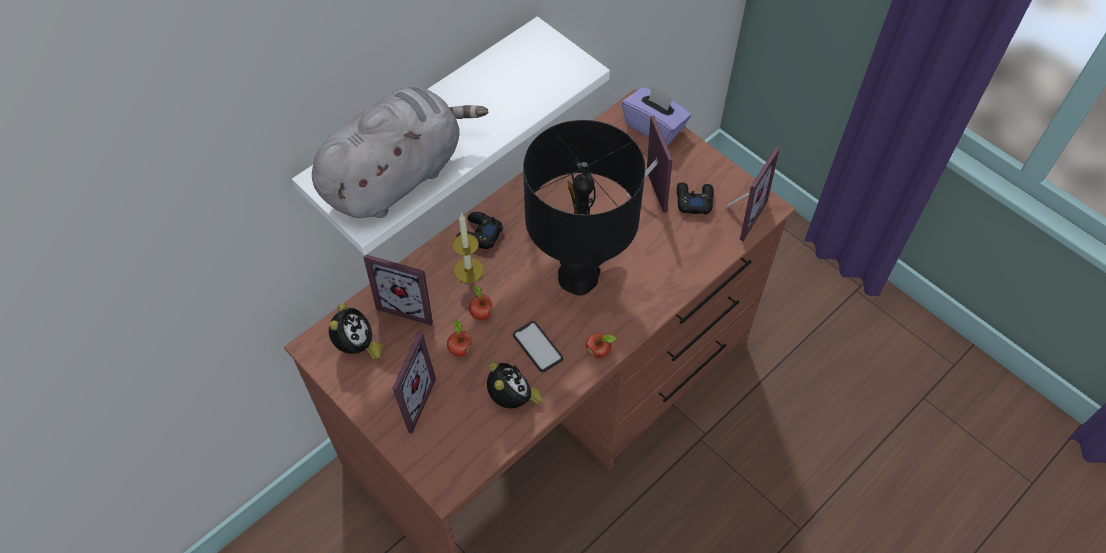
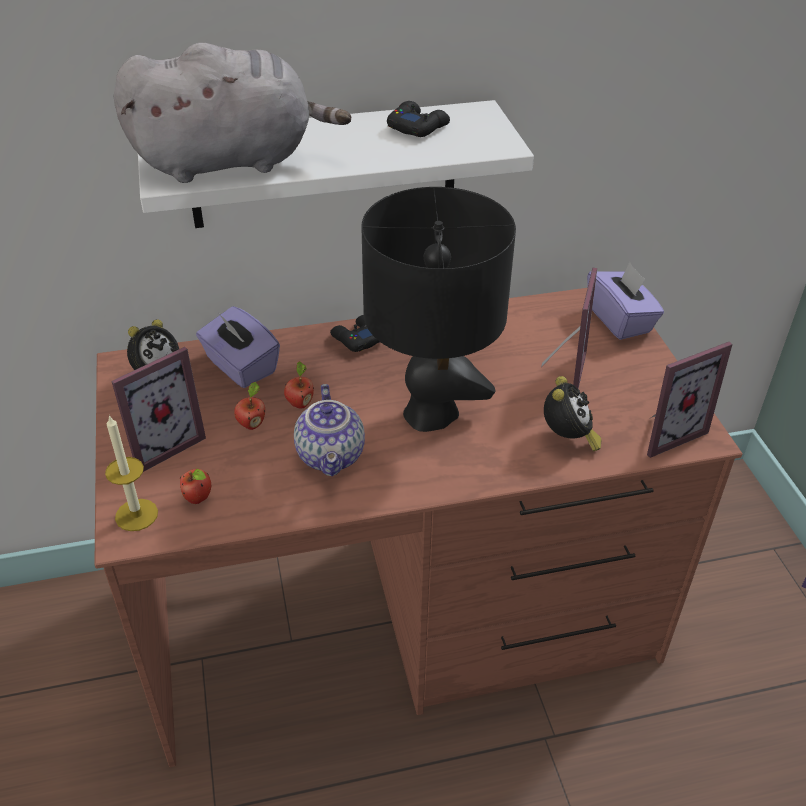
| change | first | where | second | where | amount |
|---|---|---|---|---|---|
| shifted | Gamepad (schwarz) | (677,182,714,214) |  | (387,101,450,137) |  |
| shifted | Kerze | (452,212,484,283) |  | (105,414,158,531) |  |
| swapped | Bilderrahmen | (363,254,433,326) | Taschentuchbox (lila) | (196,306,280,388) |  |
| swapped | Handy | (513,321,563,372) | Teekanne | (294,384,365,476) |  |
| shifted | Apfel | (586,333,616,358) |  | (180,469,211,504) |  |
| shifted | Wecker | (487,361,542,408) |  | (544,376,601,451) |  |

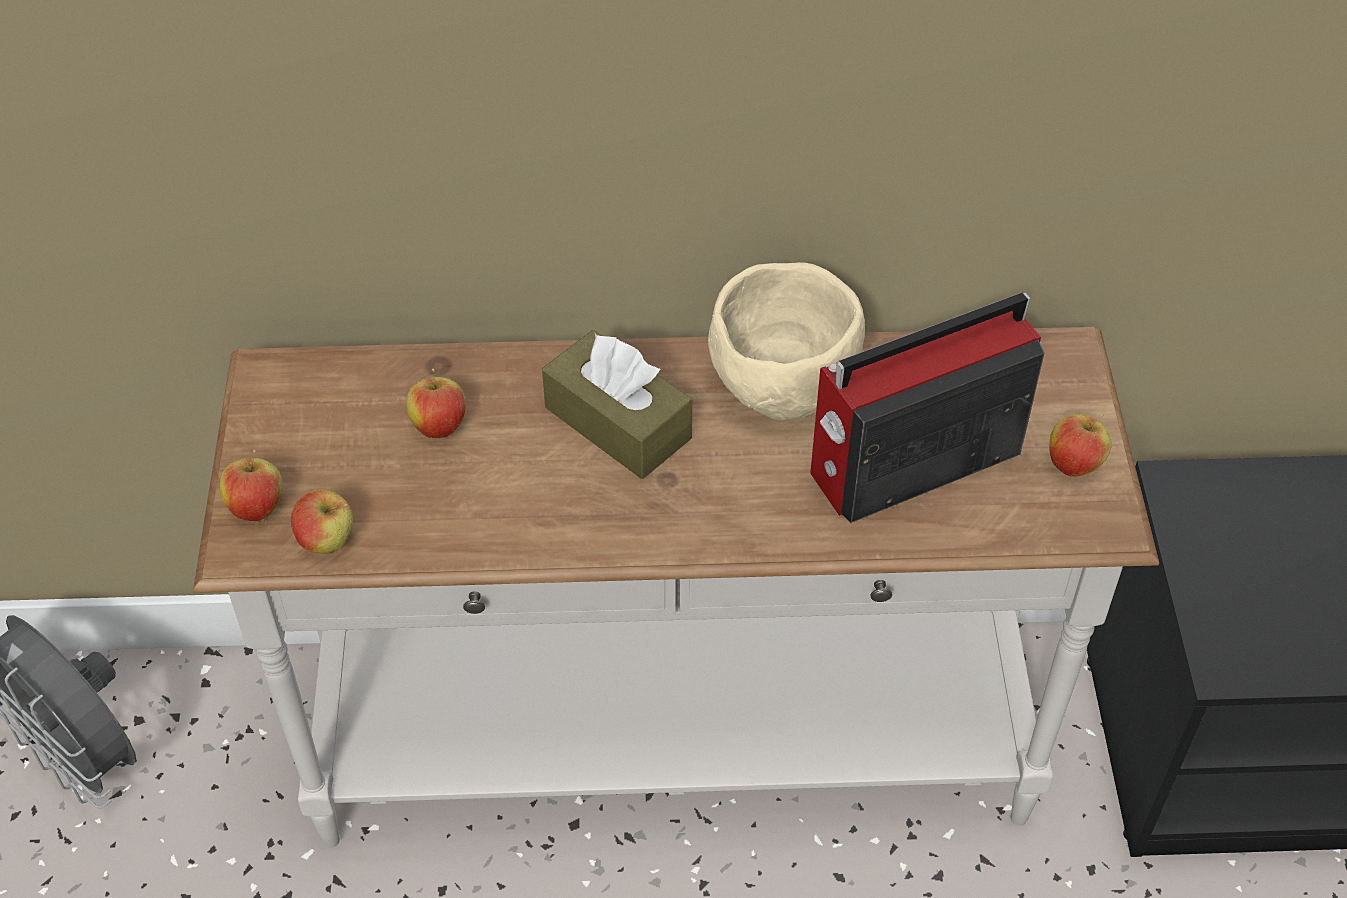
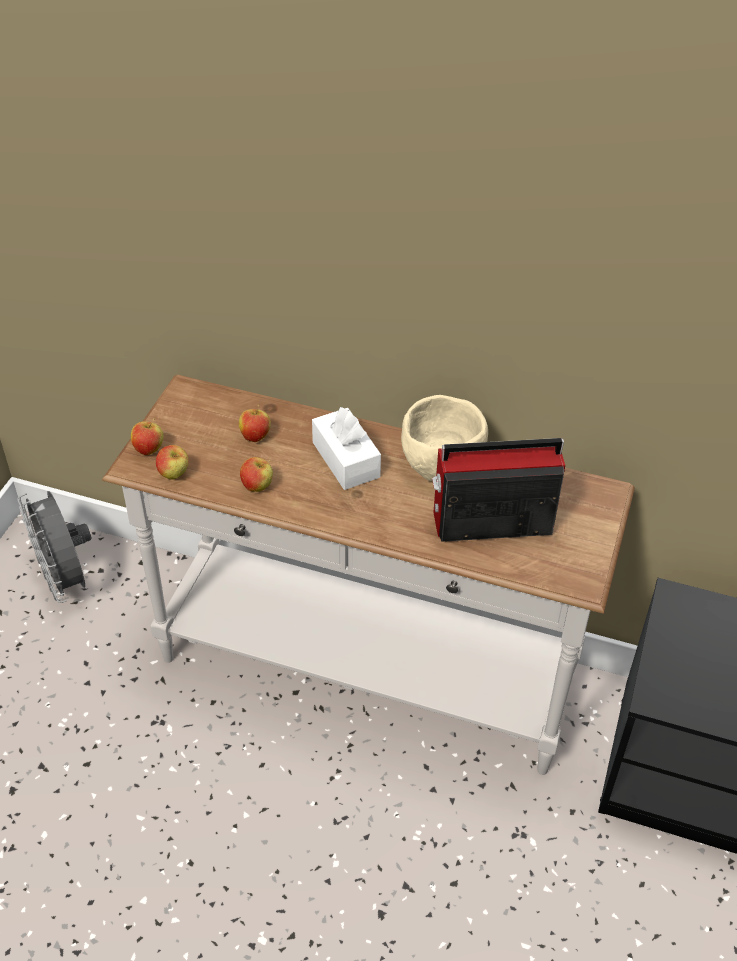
| change | first | where | second | where | amount |
|---|---|---|---|---|---|
| repainted | Taschentuchbox (braun) | (542,330,692,479) | Taschentuchbox (weiß) | (312,407,381,490) |  |
| shifted | Apfel | (1049,414,1112,477) |  | (240,457,273,492) |  |

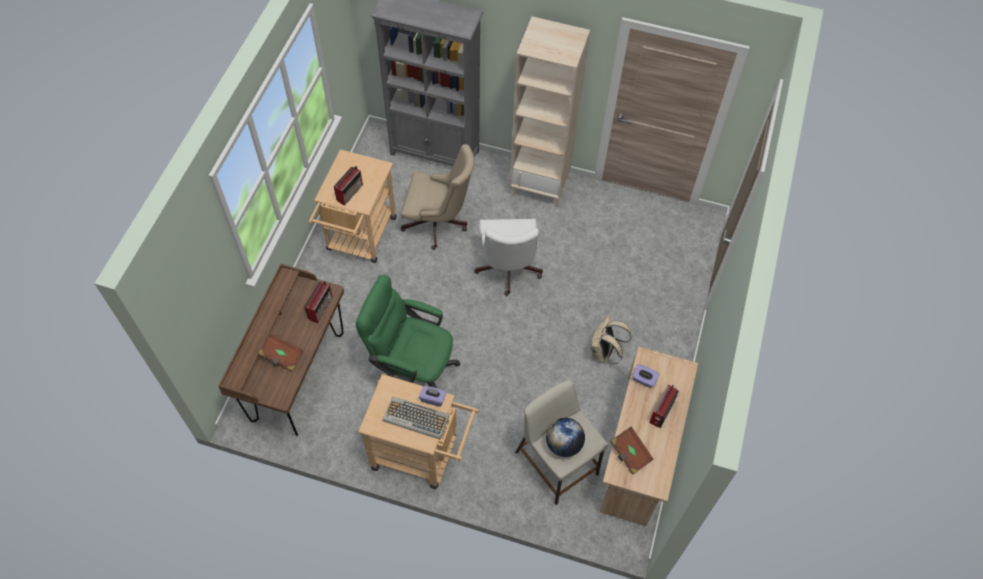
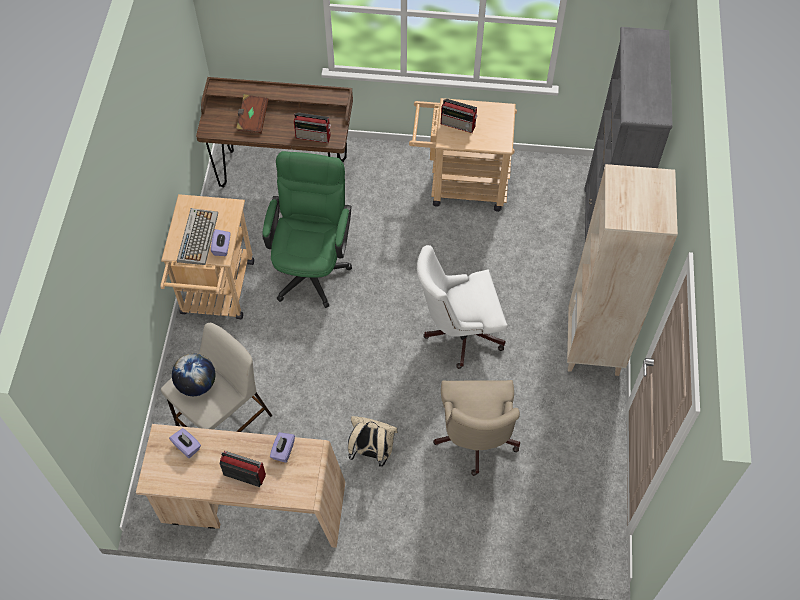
| change | first | where | second | where | amount |
|---|---|---|---|---|---|
| shifted | Bürostuhl (beige) | (401,144,475,250) |  | (433,380,520,476) |  |
| swapped | Buch (braun) | (610,426,654,474) | Taschentuchbox (lila) | (169,428,201,458) |  |

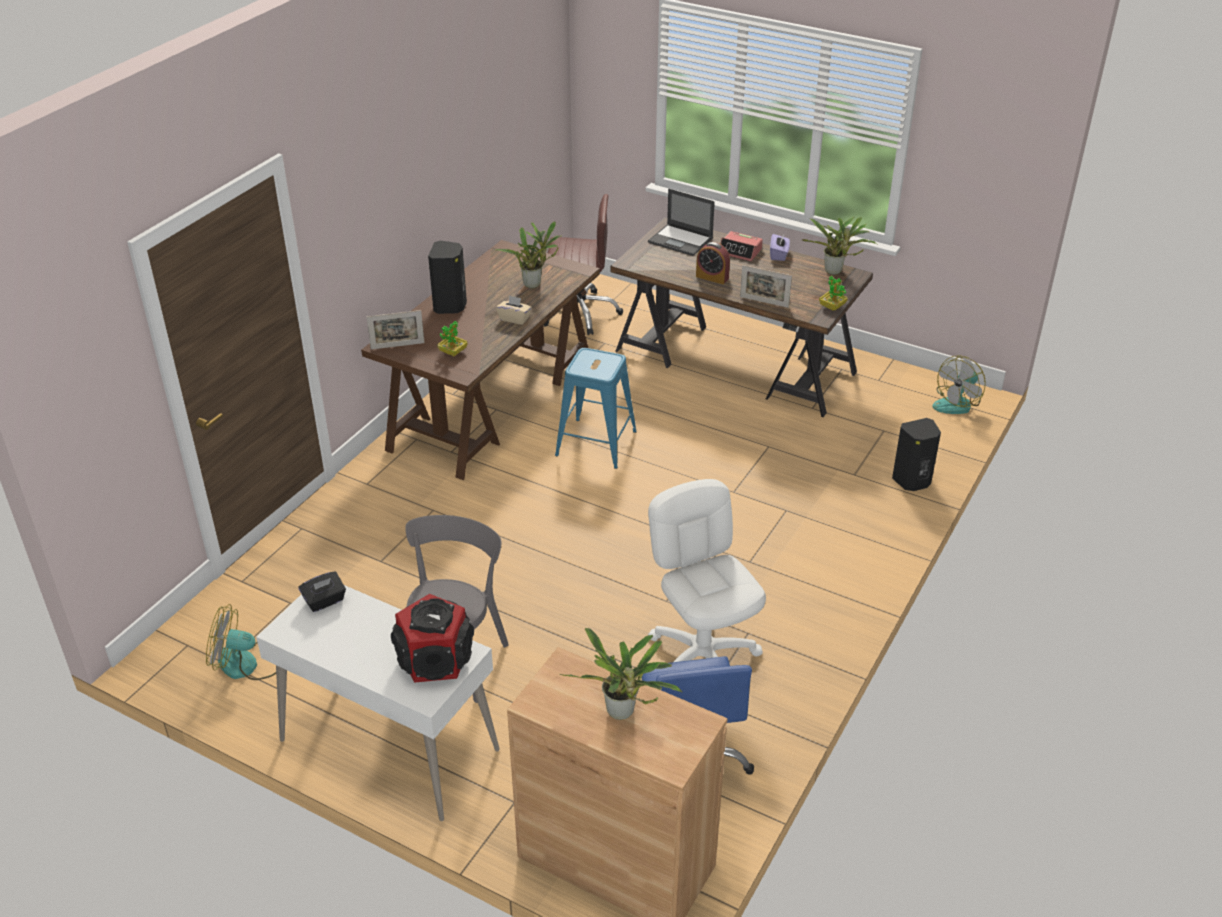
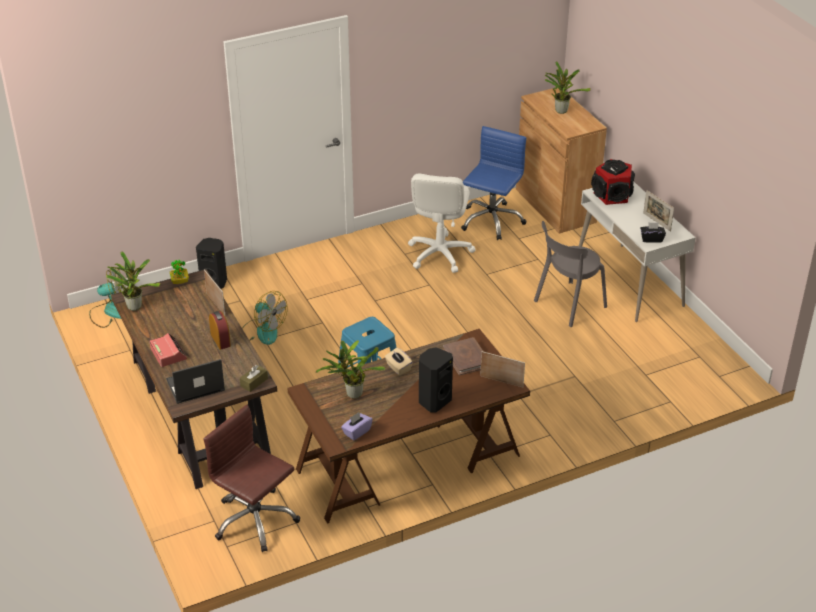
| change | first | where | second | where | amount |
|---|---|---|---|---|---|
| rotated | Laptop | (648,189,715,256) |  | (166,359,225,404) | 90 degrees counterclockwise |
| shifted | Taschentuchbox (lila) | (770,234,790,261) |  | (341,412,373,441) |  |
| swapped | Topfpflanze | (437,321,468,356) | Buch (braun) | (443,337,484,376) |  |
| shifted | Ventilator | (206,604,276,680) |  | (242,291,288,345) |  |
| new |  |  | Bilderrahmen | (643,190,674,232) |  |
| new |  |  | Taschentuchbox (braun) | (240,365,268,392) |  |

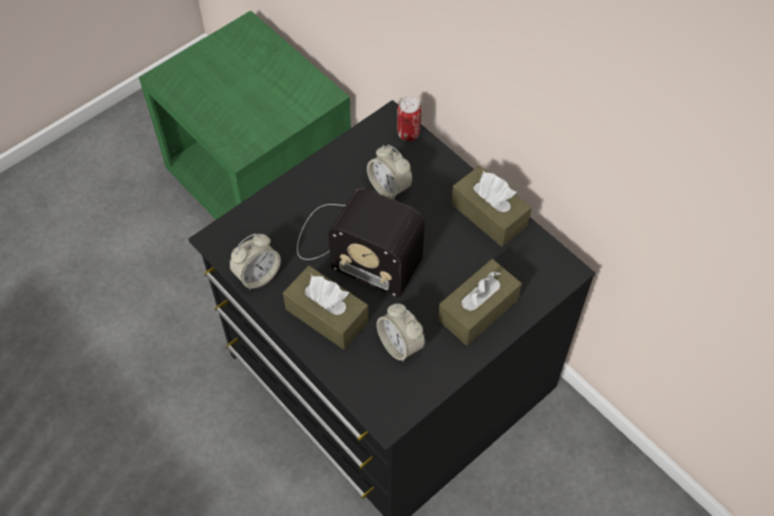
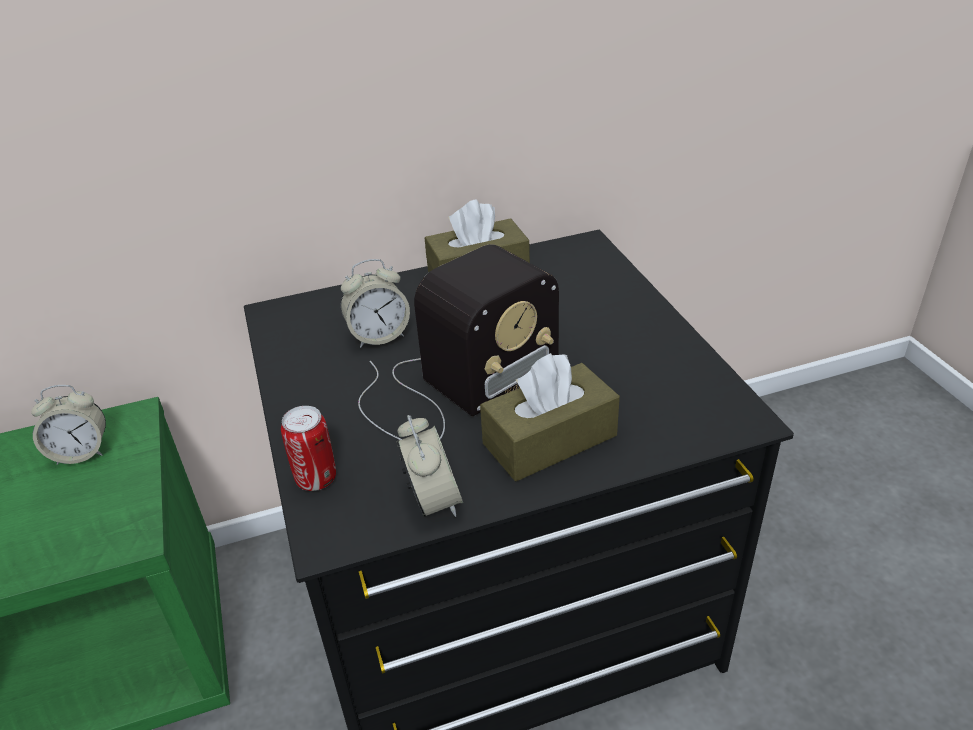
| change | first | where | second | where | amount |
|---|---|---|---|---|---|
| shifted | Dose | (397,97,421,141) |  | (281,406,336,491) |  |
| gone | Taschentuchbox (braun) | (438,259,522,345) |  |  |  |
| shifted | Wecker | (377,303,425,362) |  | (31,385,106,465) |  |

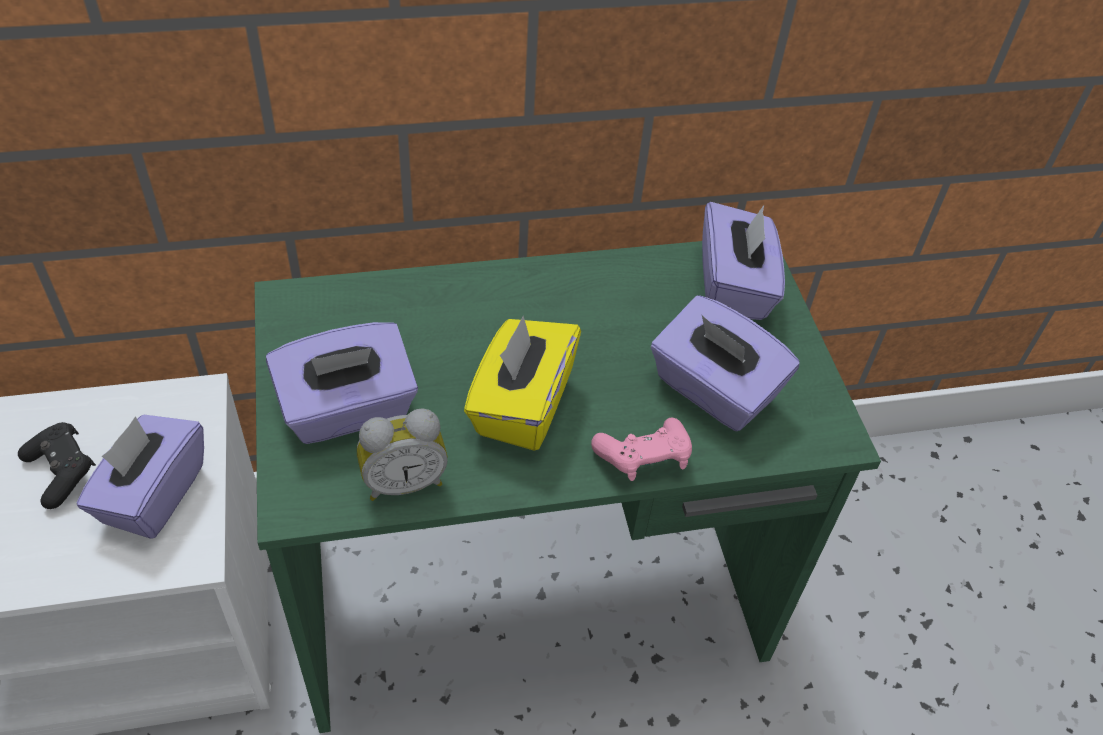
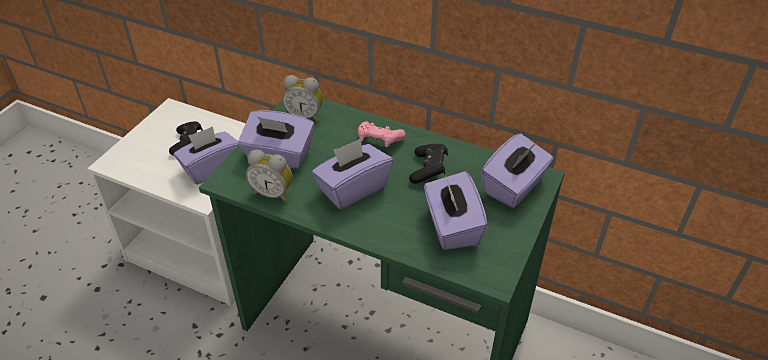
| change | first | where | second | where | amount |
|---|---|---|---|---|---|
| repainted | Taschentuchbox (gelb) | (464,316,581,451) | Taschentuchbox (lila) | (312,138,393,209) |  |
| shifted | Gamepad (rosa) | (591,418,692,481) |  | (358,121,406,147) |  |
| new |  |  | Wecker | (282,75,323,122) |  |
| new |  |  | Gamepad (schwarz) | (409,144,448,184) |  |

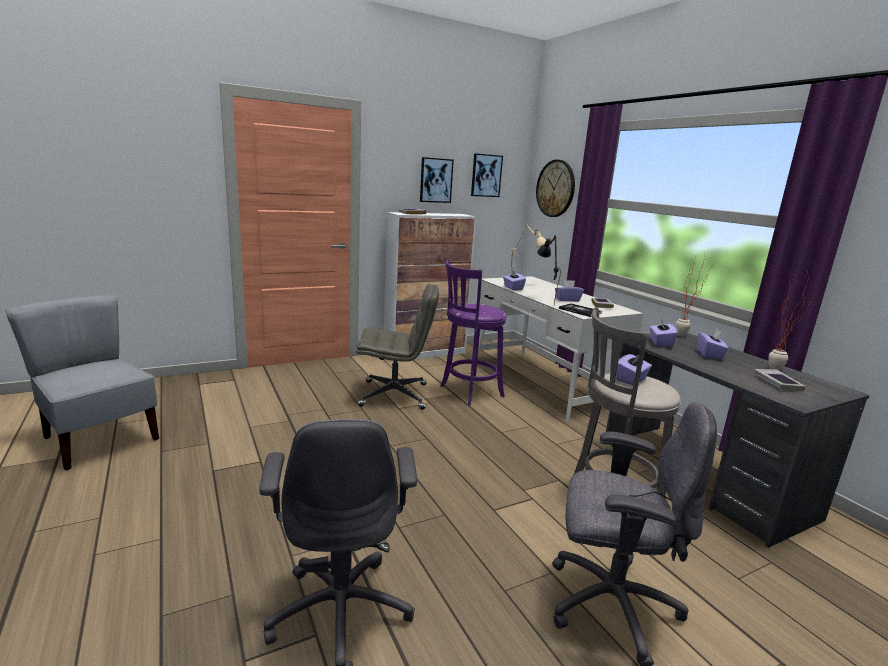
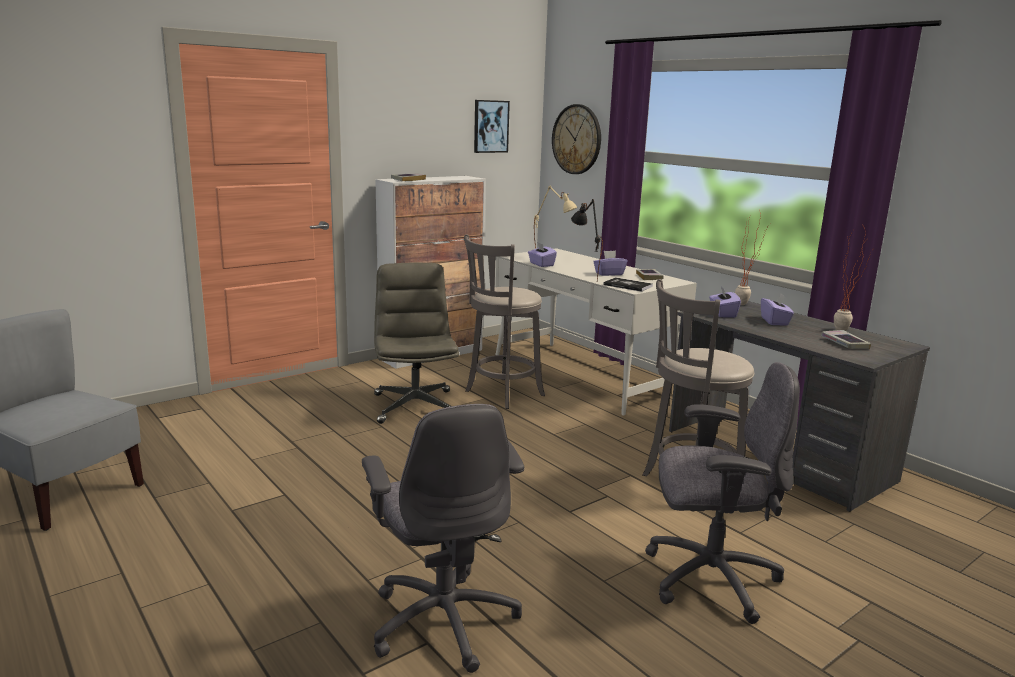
| change | first | where | second | where | amount |
|---|---|---|---|---|---|
| gone | Bild | (420,157,454,203) |  |  |  |
| repainted | Hocker (lila) | (440,259,507,405) | Hocker (grau) | (464,234,545,409) |  |
| rotated | Bürostuhl (grau) | (356,284,439,410) |  | (374,263,459,424) | 90 degrees counterclockwise |
| gone | Taschentuchbox (lila) | (616,354,652,385) |  |  |  |

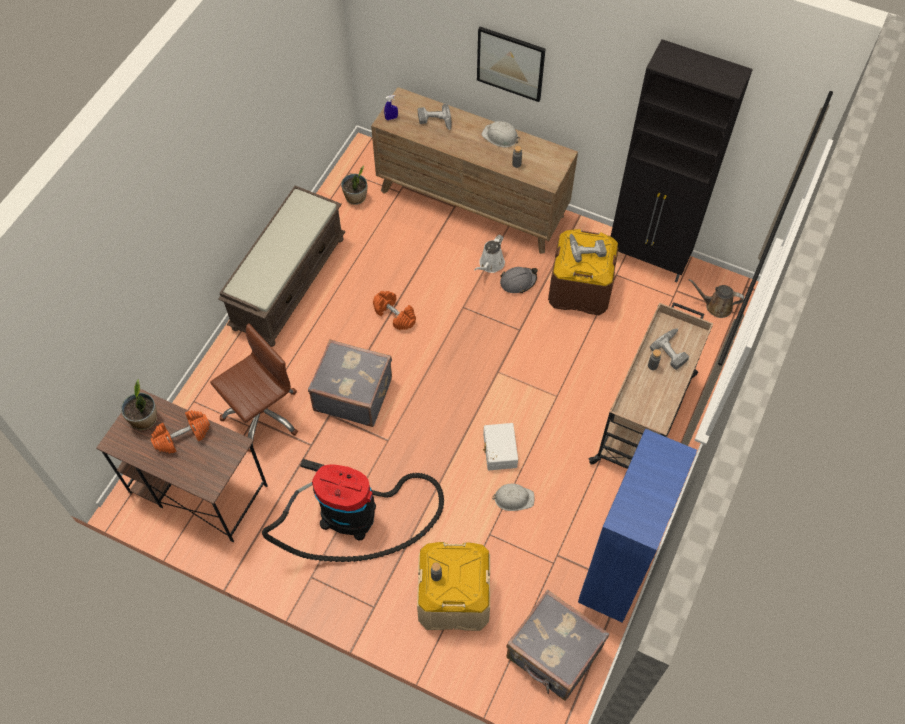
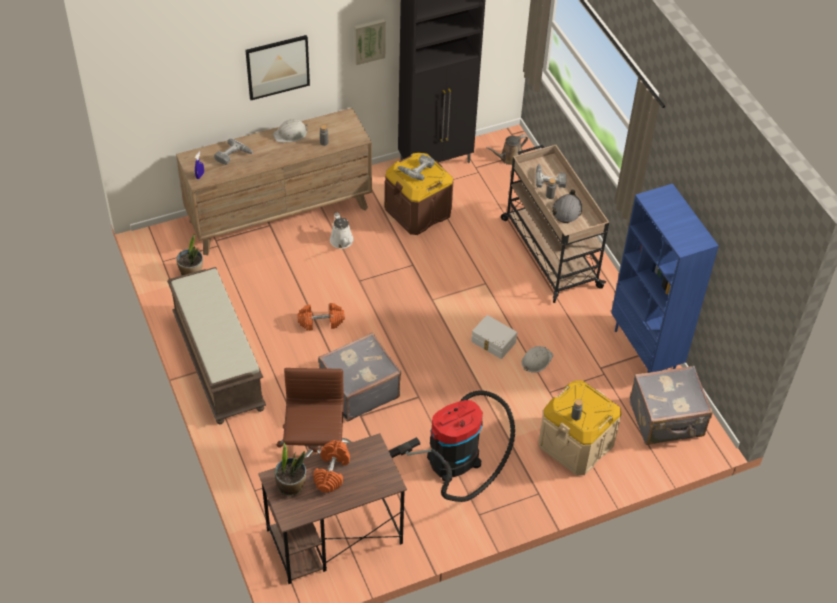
| change | first | where | second | where | amount |
|---|---|---|---|---|---|
| shifted | Schutzhelm (grau) | (500,267,538,293) |  | (552,189,582,223) |  |
| new |  |  | Bild | (354,19,386,65) |  |

